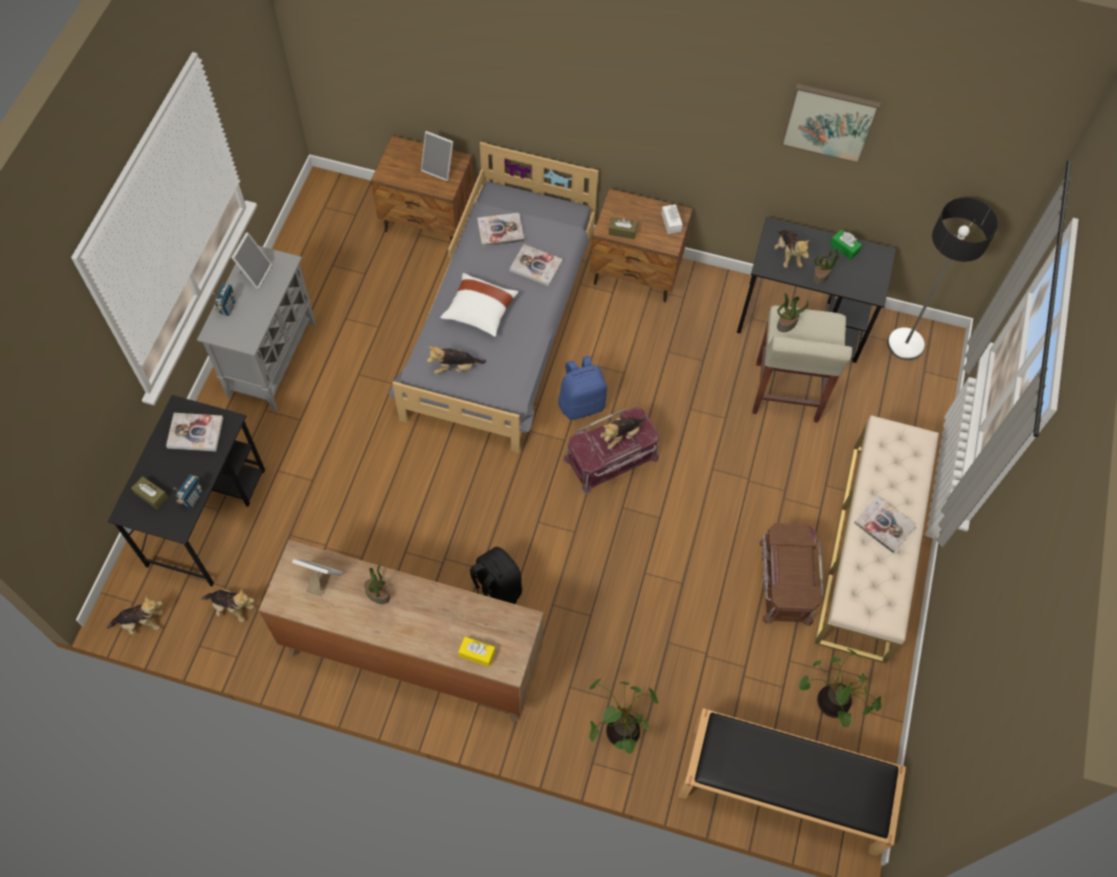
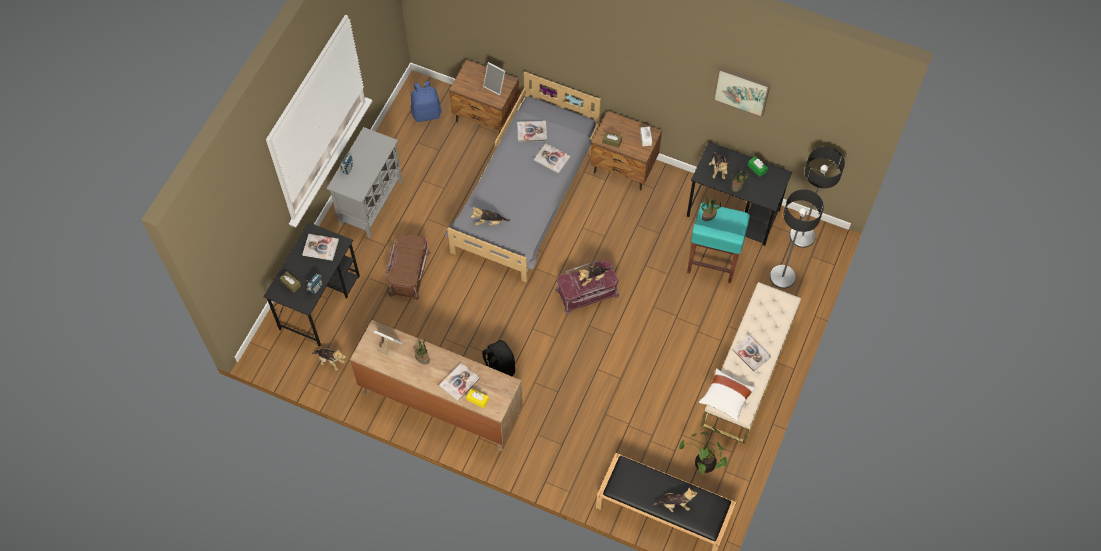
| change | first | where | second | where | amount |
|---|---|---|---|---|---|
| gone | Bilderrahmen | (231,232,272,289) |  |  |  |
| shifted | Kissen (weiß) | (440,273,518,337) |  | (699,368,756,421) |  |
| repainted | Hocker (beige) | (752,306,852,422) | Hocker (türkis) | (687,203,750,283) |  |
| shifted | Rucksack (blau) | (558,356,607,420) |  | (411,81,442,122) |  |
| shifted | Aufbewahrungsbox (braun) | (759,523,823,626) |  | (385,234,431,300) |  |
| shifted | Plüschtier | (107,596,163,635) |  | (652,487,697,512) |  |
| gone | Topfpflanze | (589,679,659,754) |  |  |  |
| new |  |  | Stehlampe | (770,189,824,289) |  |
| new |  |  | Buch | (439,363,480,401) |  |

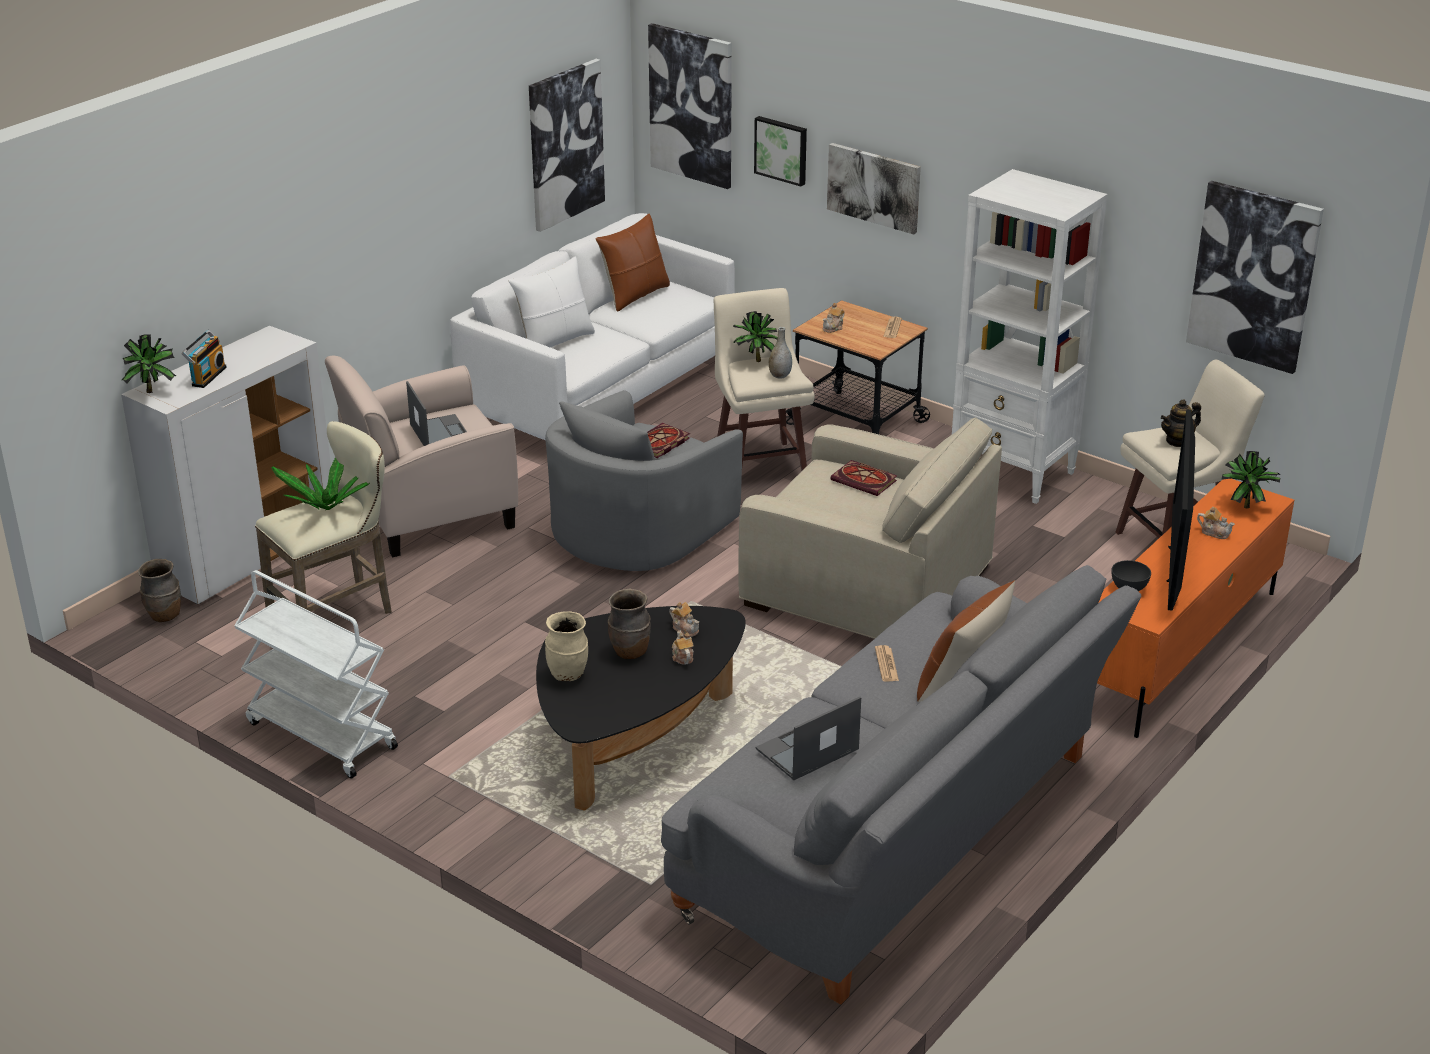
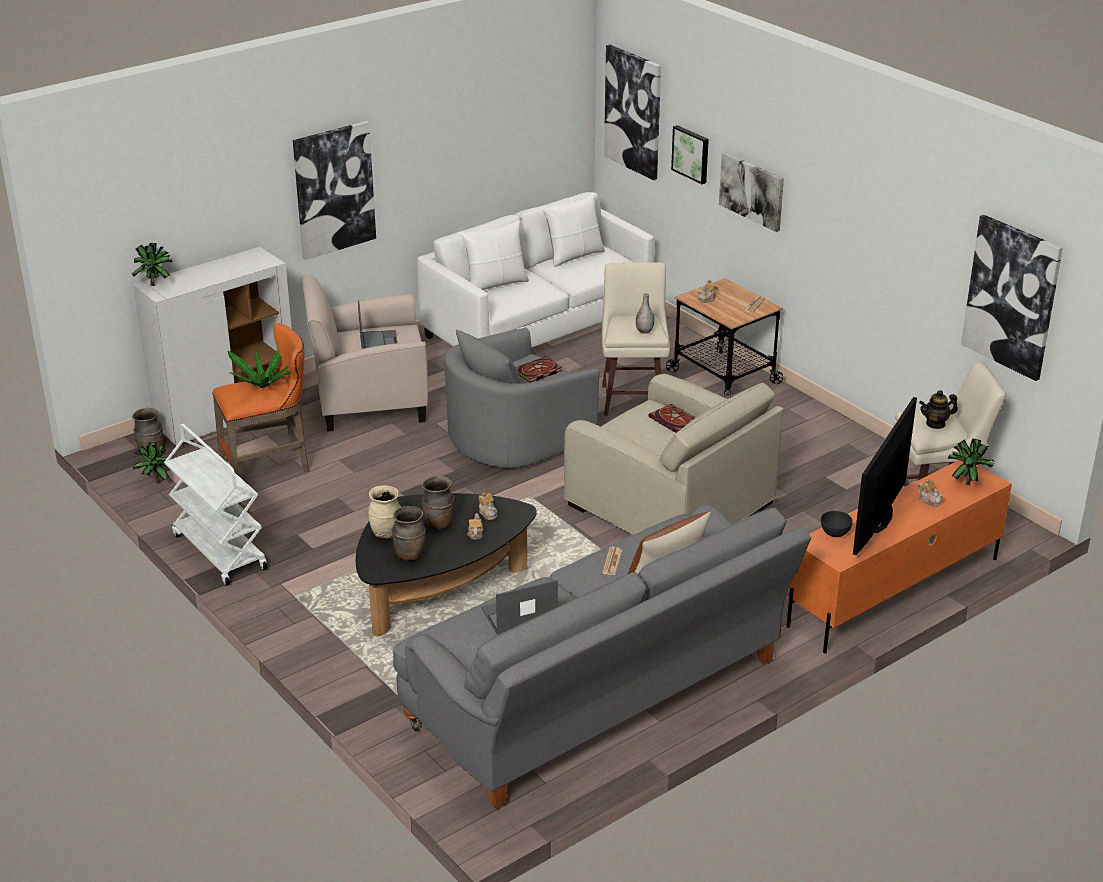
| change | first | where | second | where | amount |
|---|---|---|---|---|---|
| shifted | Bild | (529,59,605,232) |  | (293,121,376,260) |  |
| gone | Bücherregal (weiß) | (952,169,1107,504) |  |  |  |
| repainted | Kissen (braun) | (595,214,670,312) | Kissen (weiß) | (542,193,605,267) |  |
| shifted | Topfpflanze | (734,311,778,362) |  | (133,442,169,484) |  |
| gone | Radio | (181,330,227,388) |  |  |  |
| repainted | Hocker (beige) | (255,421,392,614) | Hocker (orange) | (212,323,309,475) |  |
| new |  |  | Vase (braun) | (391,506,426,561) |  |

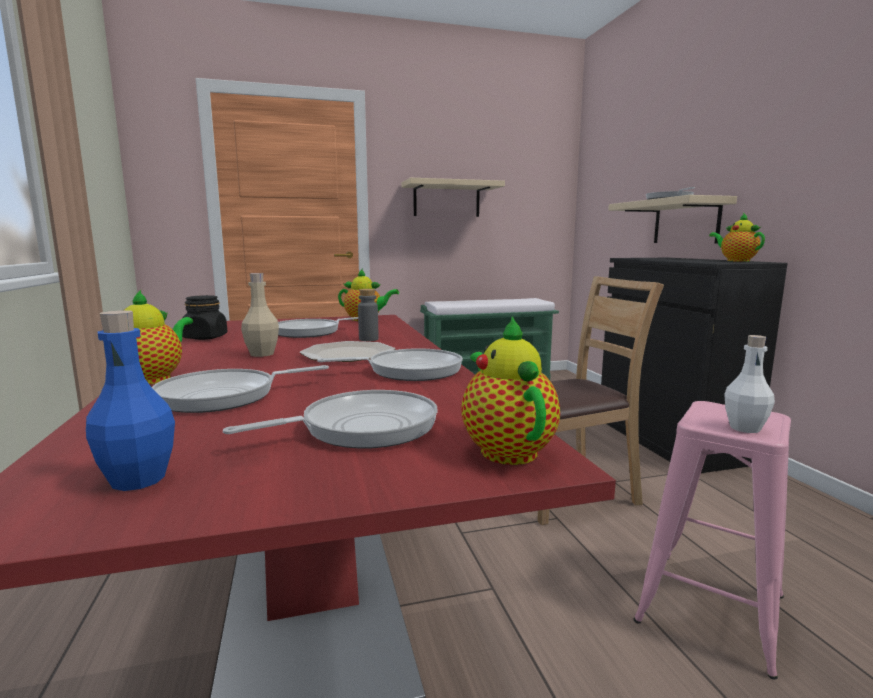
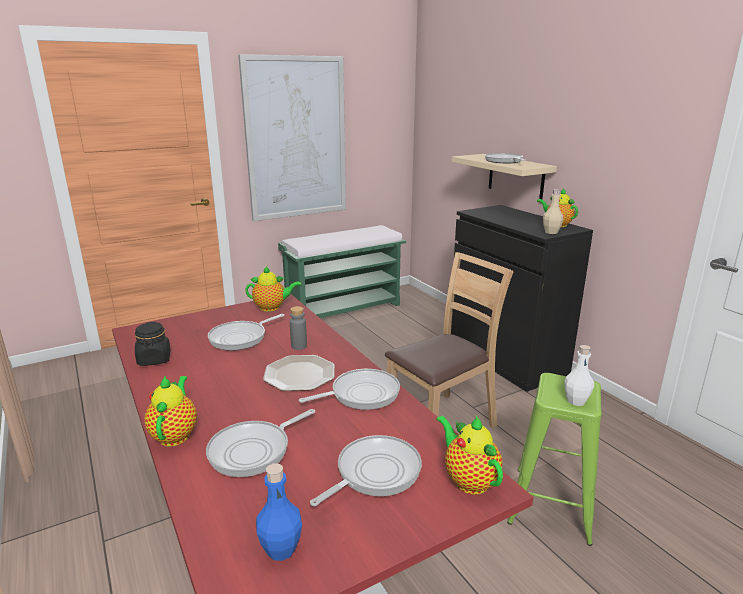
| change | first | where | second | where | amount |
|---|---|---|---|---|---|
| swapped | Wandregal (beige) | (402,178,505,217) | Bild | (238,54,346,221) |  |
| shifted | Flasche (beige) | (241,273,279,357) |  | (543,189,563,234) |  |
| repainted | Hocker (rosa) | (633,401,791,680) | Hocker (grün) | (507,373,602,546) |  |

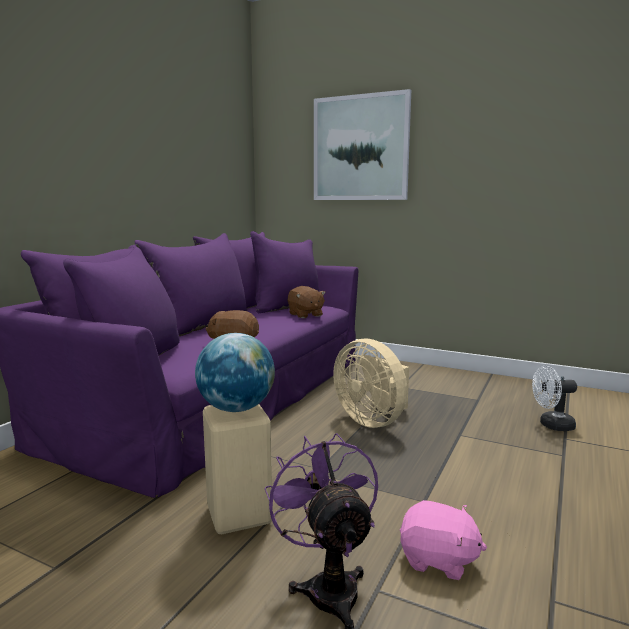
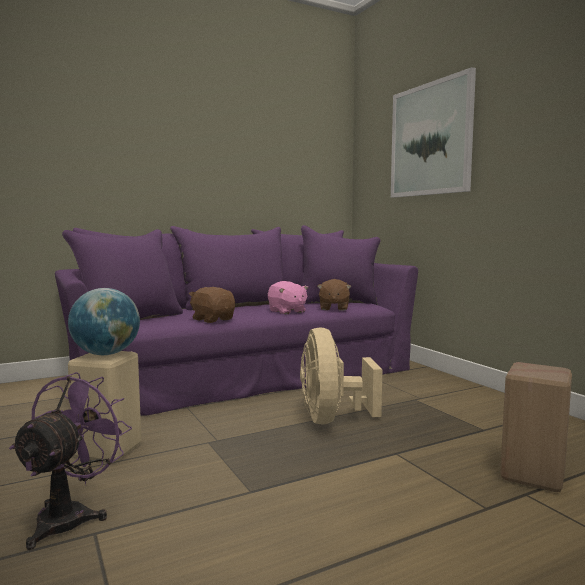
| change | first | where | second | where | amount |
|---|---|---|---|---|---|
| swapped | Ventilator (weiß) | (532,366,577,431) | Hocker (beige) | (500,362,572,492) |  |
| shifted | Plüschtier (rosa) | (400,500,487,580) |  | (268,281,308,314) |  |

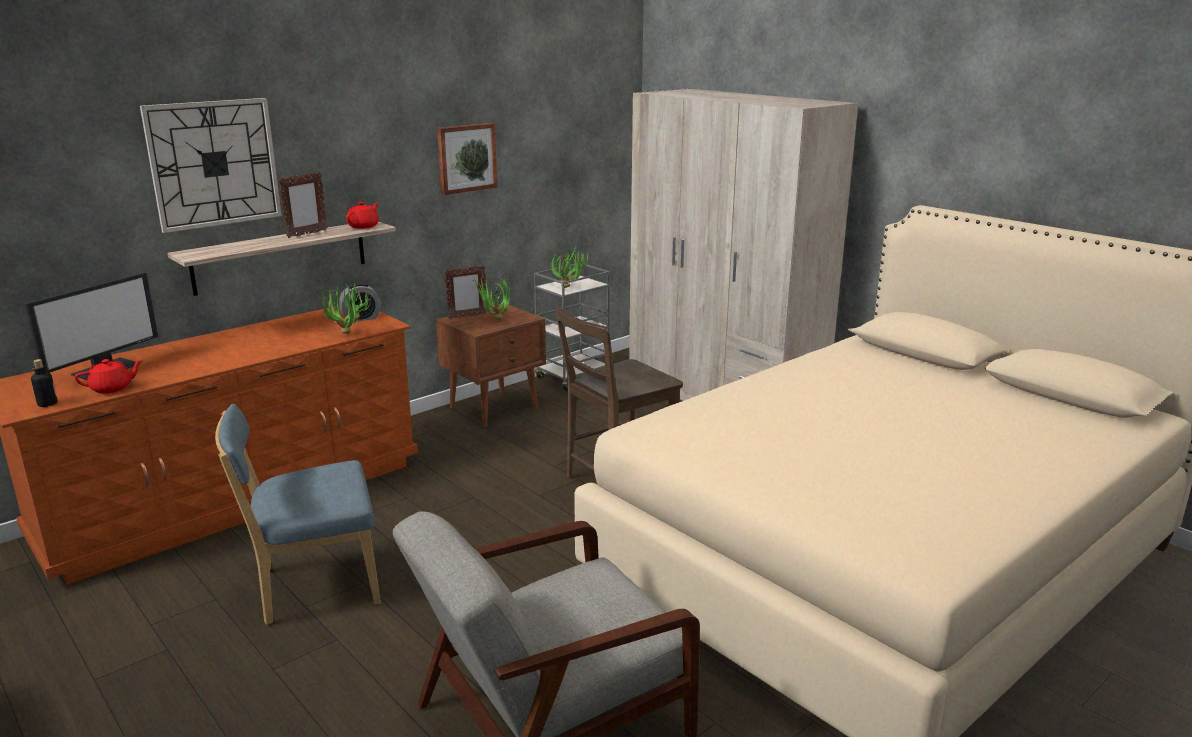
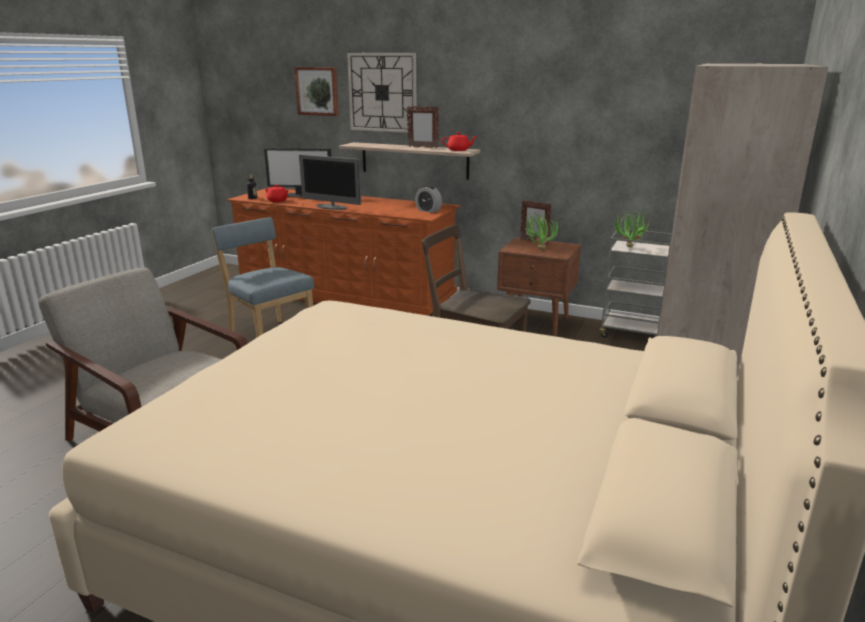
| change | first | where | second | where | amount |
|---|---|---|---|---|---|
| shifted | Bild | (437,123,498,195) |  | (294,67,339,116) |  |
| gone | Topfpflanze | (319,279,372,334) |  |  |  |
| new |  |  | Monitor | (299,154,361,210) |  |

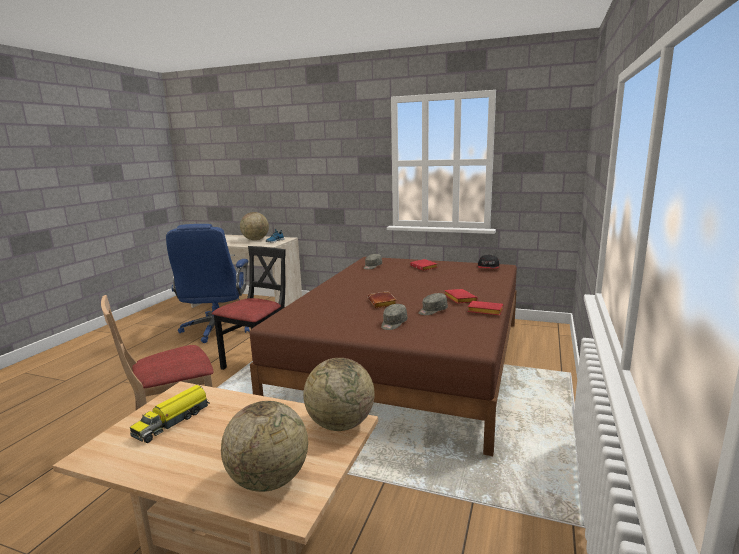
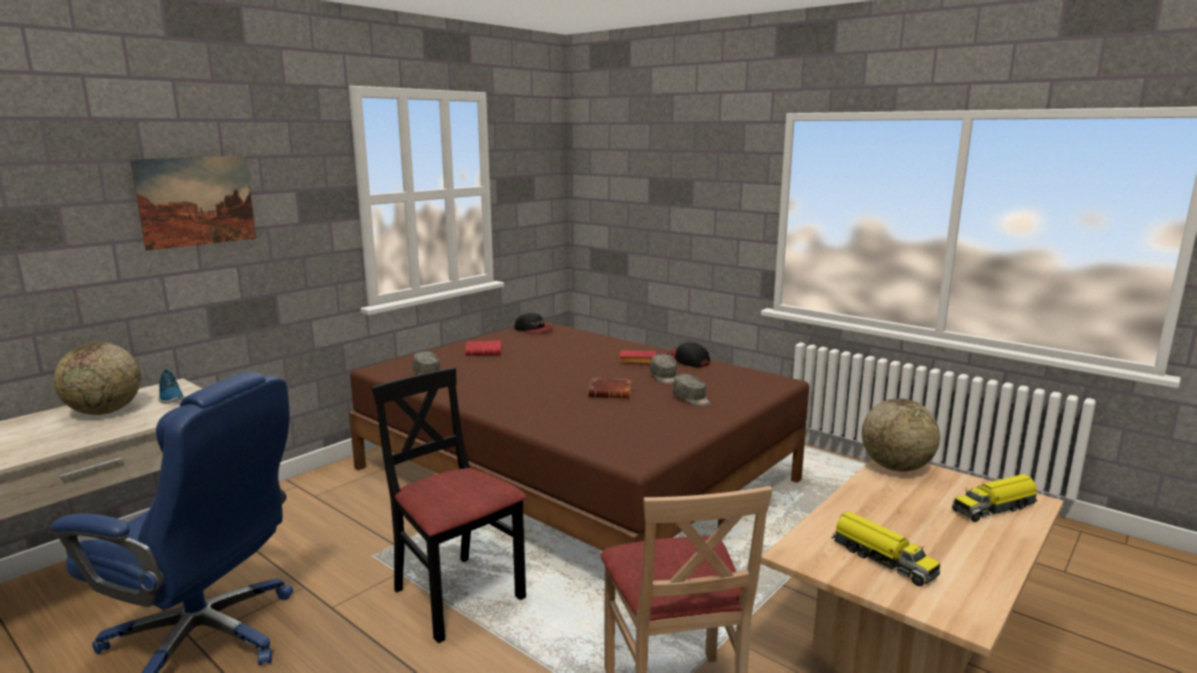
| change | first | where | second | where | amount |
|---|---|---|---|---|---|
| swapped | Buch (rot) | (467,301,503,315) | Kappe | (664,342,710,367) |  |
| swapped | Globus | (221,401,308,492) | Spielzeuglaster | (952,474,1037,522) |  |
| new |  |  | Bild | (130,156,256,251) |  |

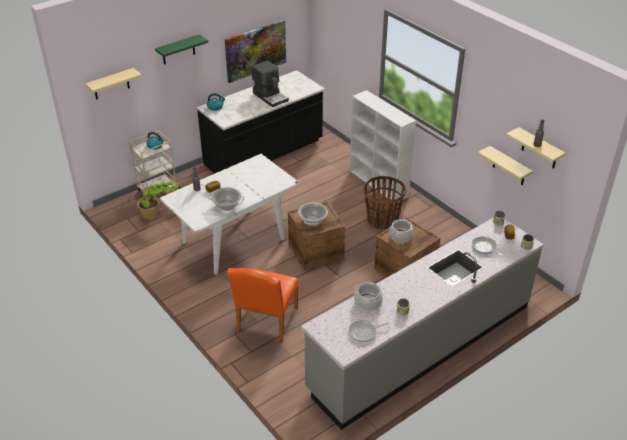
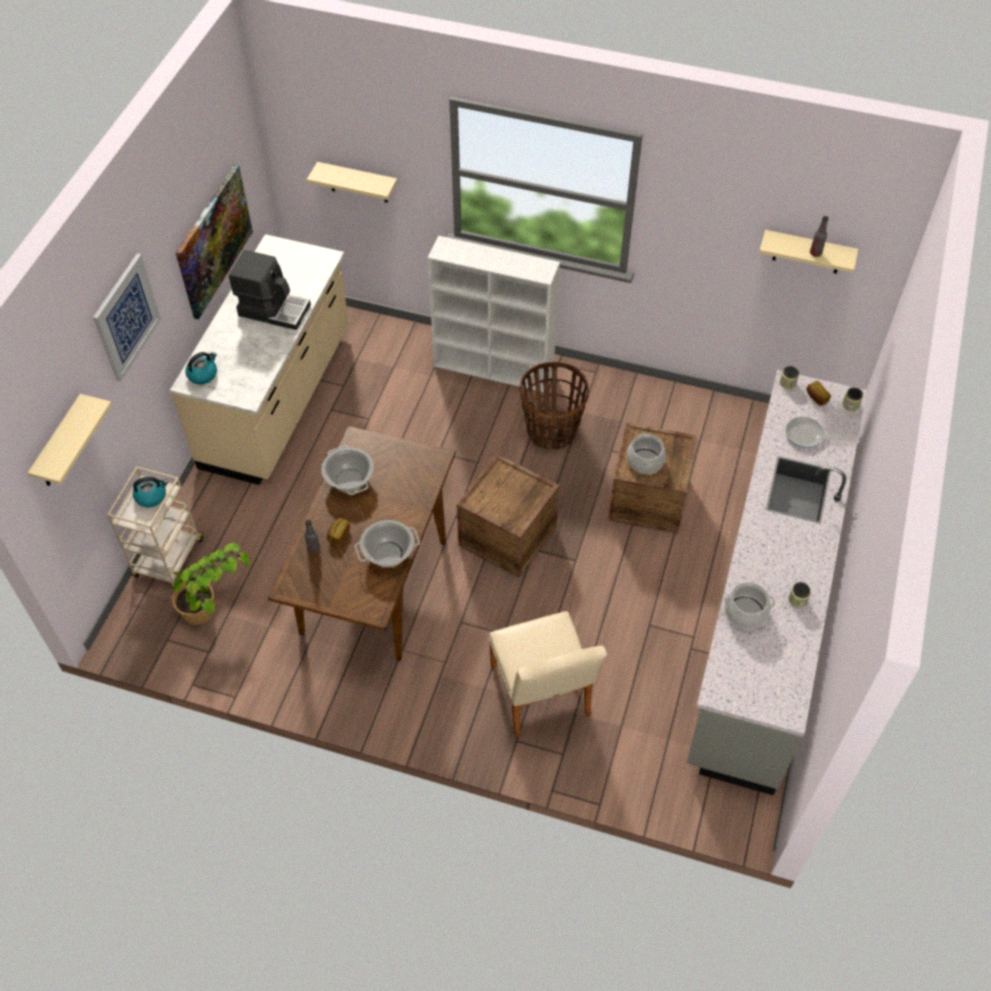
| change | first | where | second | where | amount |
|---|---|---|---|---|---|
| swapped | Wandregal (grün) | (155,34,208,65) | Bild | (93,253,161,382) |  |
| repainted | Küchenzeile (schwarz) | (197,70,325,174) | Küchenzeile (beige) | (170,234,349,485) |  |
| shifted | Wandregal (beige) | (477,146,533,185) |  | (307,162,398,203) |  |
| repainted | Esstisch (weiß) | (159,154,300,275) | Esstisch (braun) | (268,426,456,661) |  |
| shifted | Kochtopf | (298,202,328,226) |  | (321,445,374,495) |  |
| repainted | Stuhl (orange) | (227,268,299,344) | Stuhl (beige) | (488,611,607,738) |  |
| gone | Pfanne | (349,320,389,342) |  |  |  |

